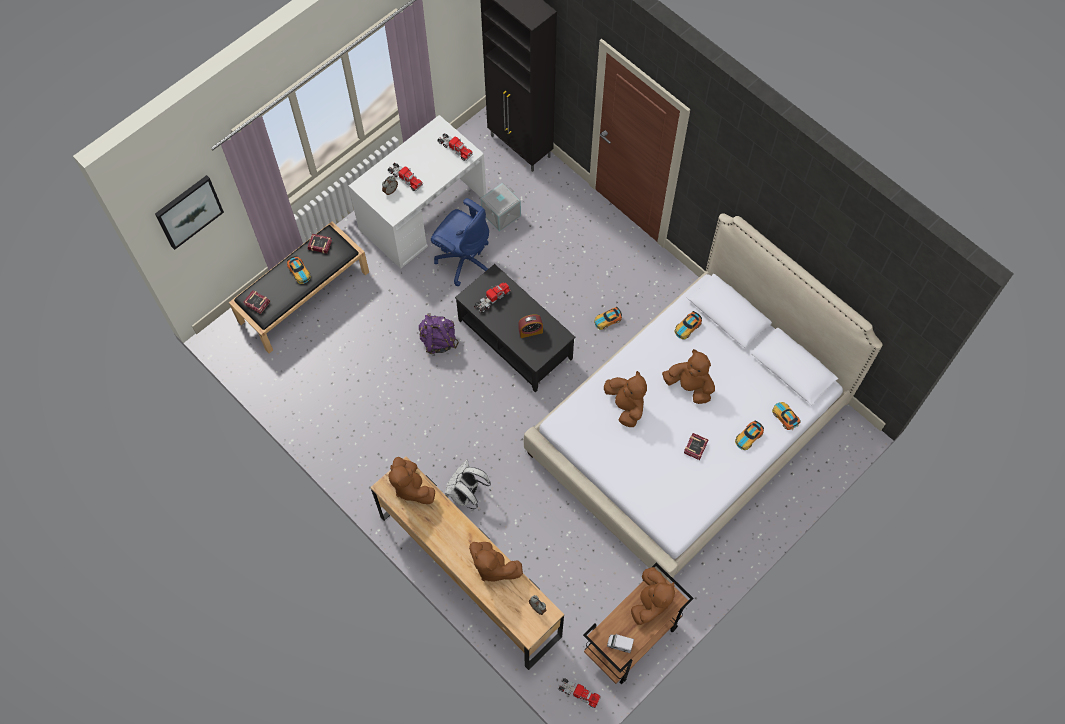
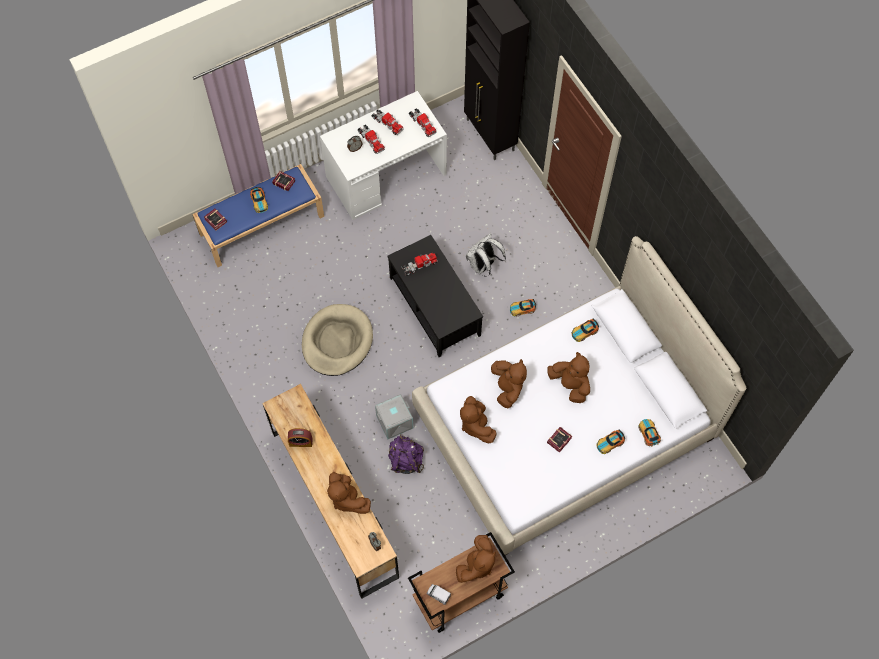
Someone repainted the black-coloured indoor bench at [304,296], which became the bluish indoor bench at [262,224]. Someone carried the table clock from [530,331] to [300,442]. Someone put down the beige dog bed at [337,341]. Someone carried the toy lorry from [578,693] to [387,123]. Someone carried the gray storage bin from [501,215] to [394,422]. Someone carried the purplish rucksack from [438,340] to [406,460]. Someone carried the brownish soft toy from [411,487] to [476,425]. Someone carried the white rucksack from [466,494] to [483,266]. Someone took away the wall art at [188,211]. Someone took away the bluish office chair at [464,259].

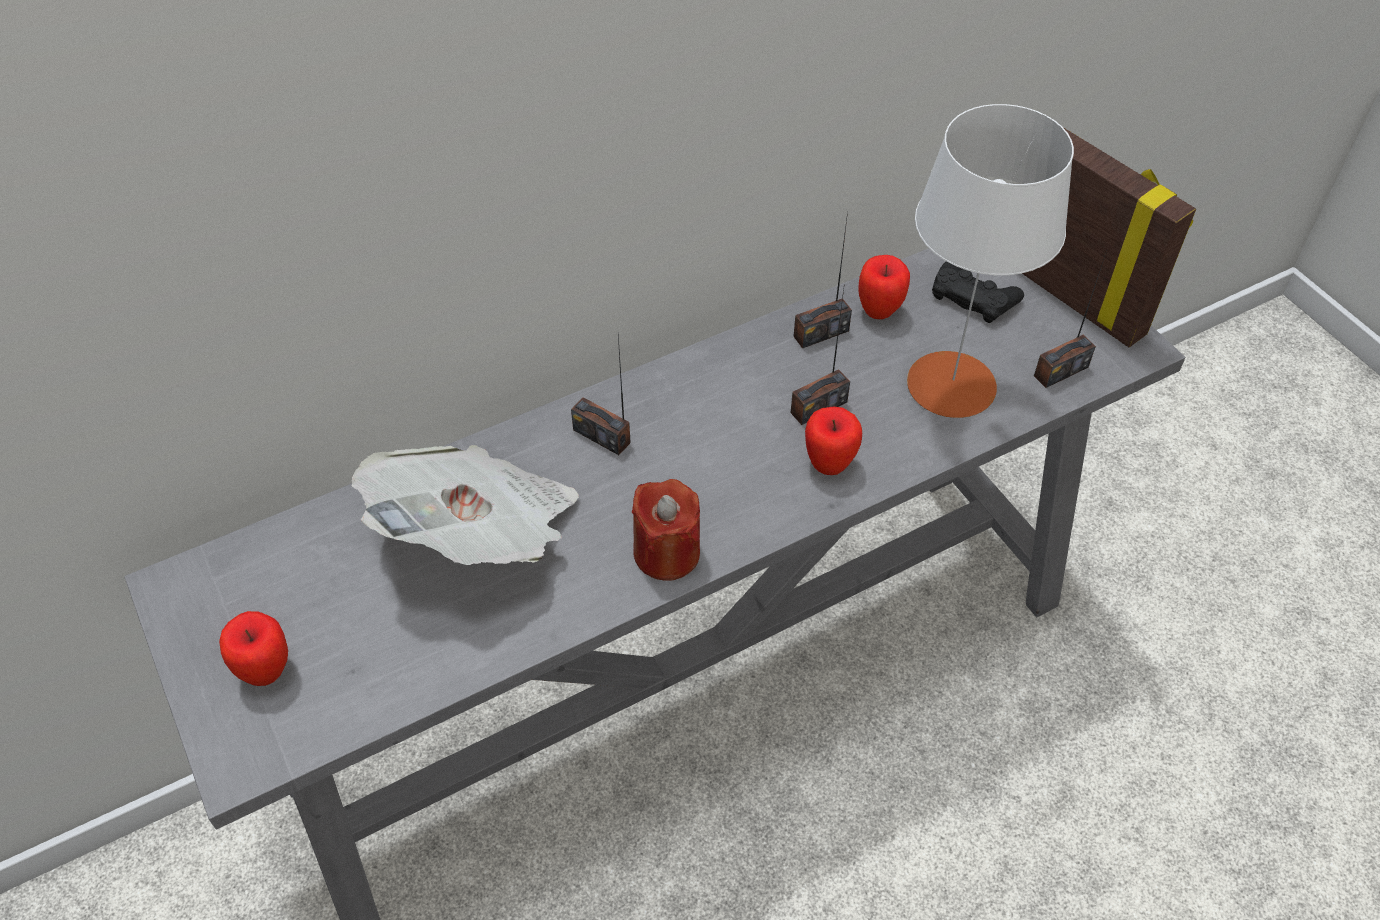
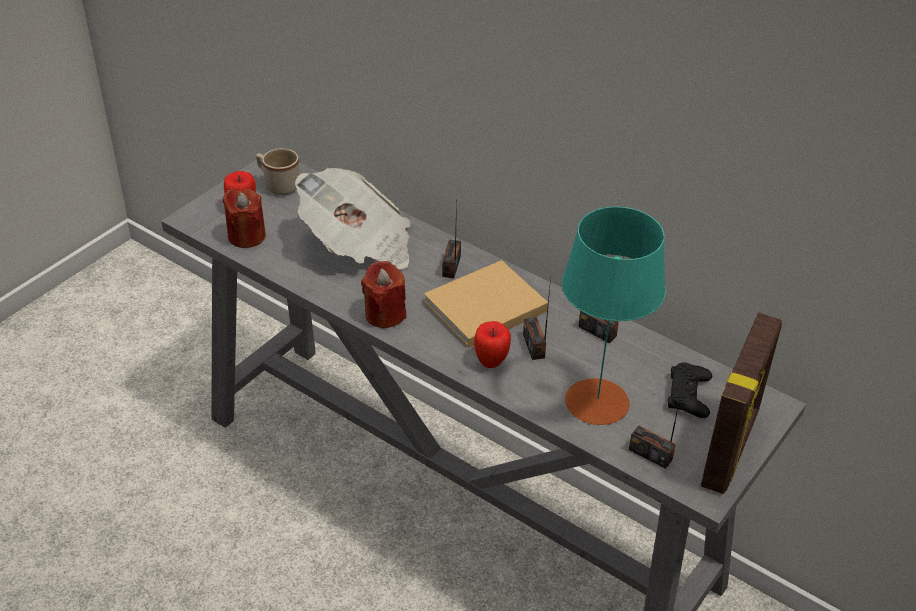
Someone put down the red-coloured wax candle at [246,236]. Someone put down the beige mug at [278,185]. Someone put down the beige bound book at [482,308]. Someone rotated the radio receiver at [818,407] by 45 degrees clockwise. Someone repainted the white tabletop lamp at [952,384], which became the blue-green tabletop lamp at [597,402]. Someone took away the apple at [879,311].

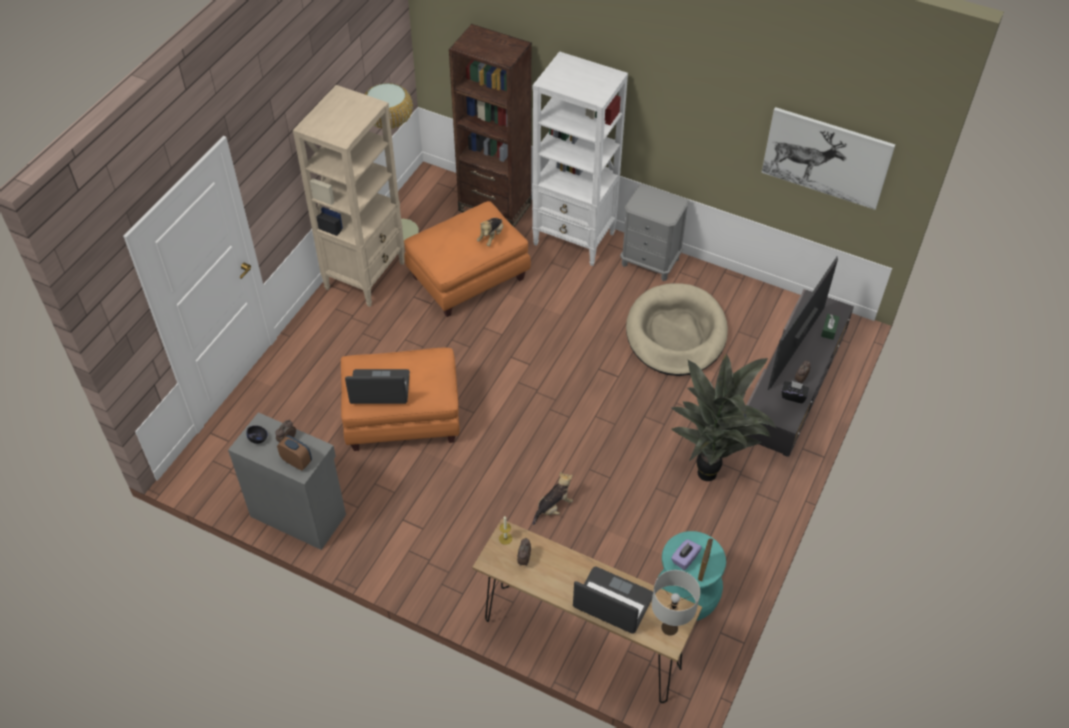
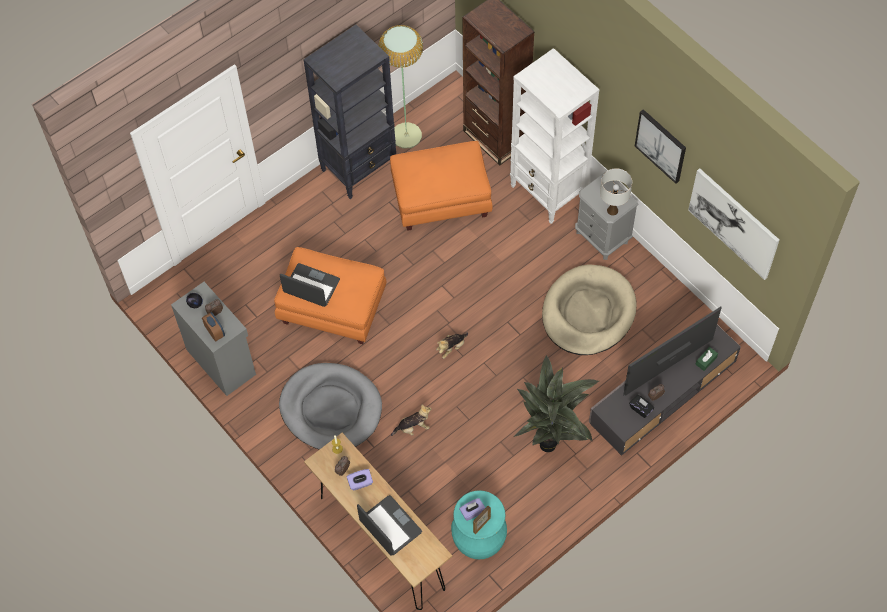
Someone put down the gray dog bed at [331,409]. Someone repainted the beige shelving unit at [366,275], which became the black-coloured shelving unit at [359,168]. Someone put down the purplish tissue holder at [360,483]. Someone carried the soft toy from [491,237] to [451,348]. Someone carried the white tabletop lamp from [669,628] to [612,210]. Someone put up the wall art at [661,145].

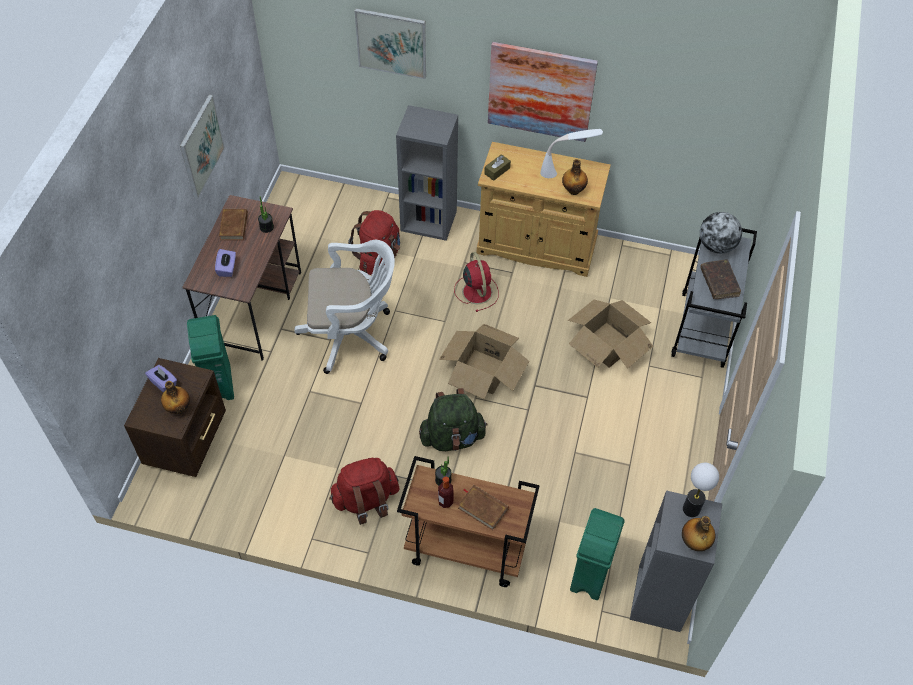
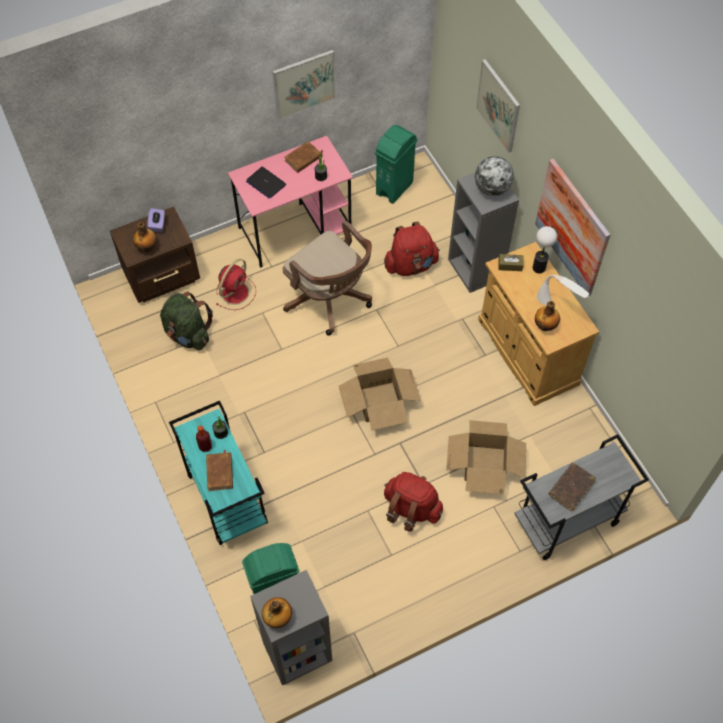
Someone carried the greenish rucksack from [452,437] to [188,334]. Someone repainted the brownish wheeled cart at [465,550], which became the blue-green wheeled cart at [226,498]. Someone carried the red-coloured electric fan from [476,291] to [236,292]. Someone repainted the brownish desk at [253,307], which became the pink desk at [295,229]. Someone swapped the purplish tissue holder at [227,268] for the notebook computer at [266,183]. Someone repainted the white office chair at [352,334], which became the brownish office chair at [330,300]. Someone carried the greenish rubbish bin from [219,383] to [395,188]. Someone carried the red-coloured rucksack from [366,500] to [411,508]. Someone carried the desk globe from [716,246] to [492,188]. Someone carried the tabletop lamp from [691,509] to [538,268].

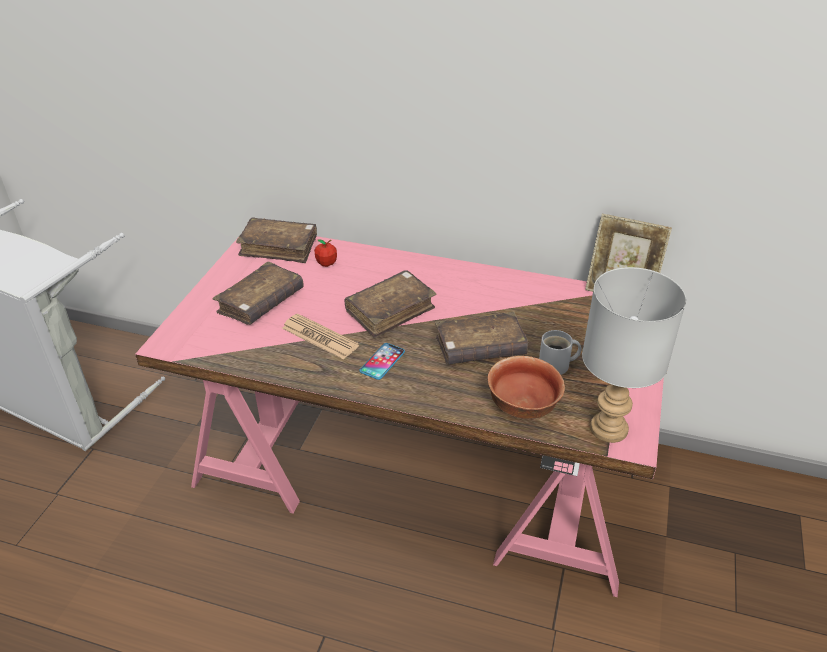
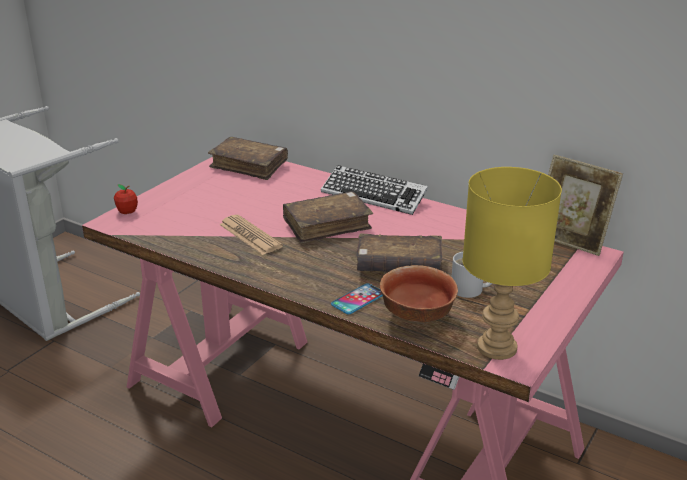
Someone carried the apple from [326,263] to [127,211]. Someone put down the computer keyboard at [373,196]. Someone carried the handset from [382,362] to [358,299]. Someone repainted the gray tabletop lamp at [607,429], which became the yellowish tabletop lamp at [495,348]. Someone took away the brownish bound book at [261,303].

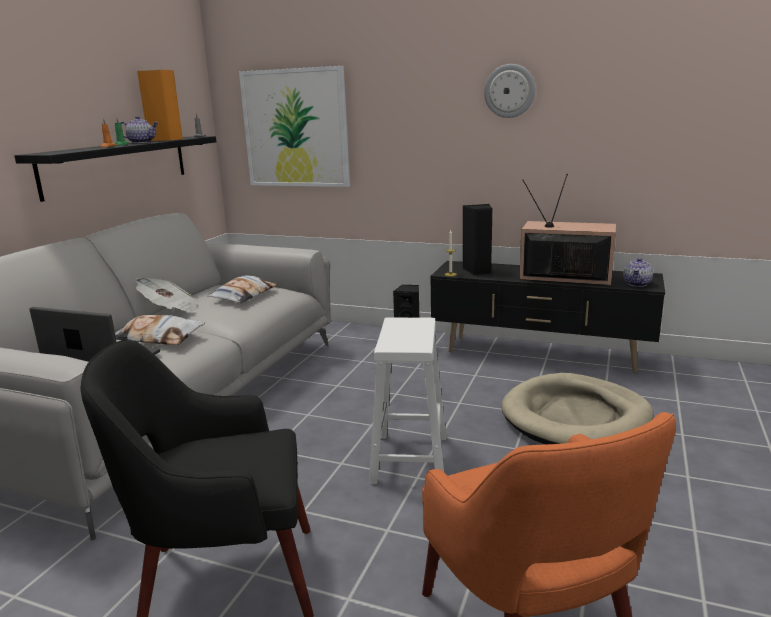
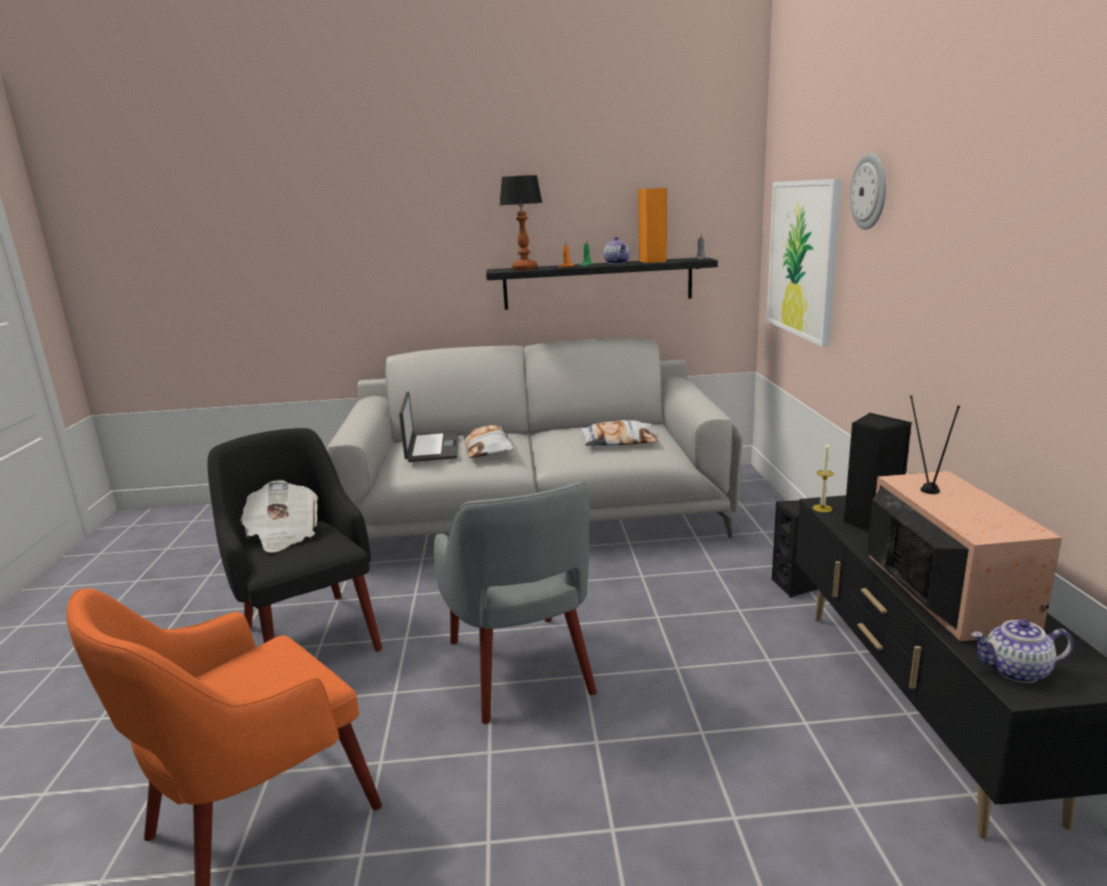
Someone carried the printed paper from [170,310] to [283,534]. Someone swapped the white sitting stool at [410,460] for the gray easy chair at [520,669]. Someone put down the tabletop lamp at [525,269]. Someone carried the wall clock from [509,91] to [870,191]. Someone took away the beige dog bed at [576,417].

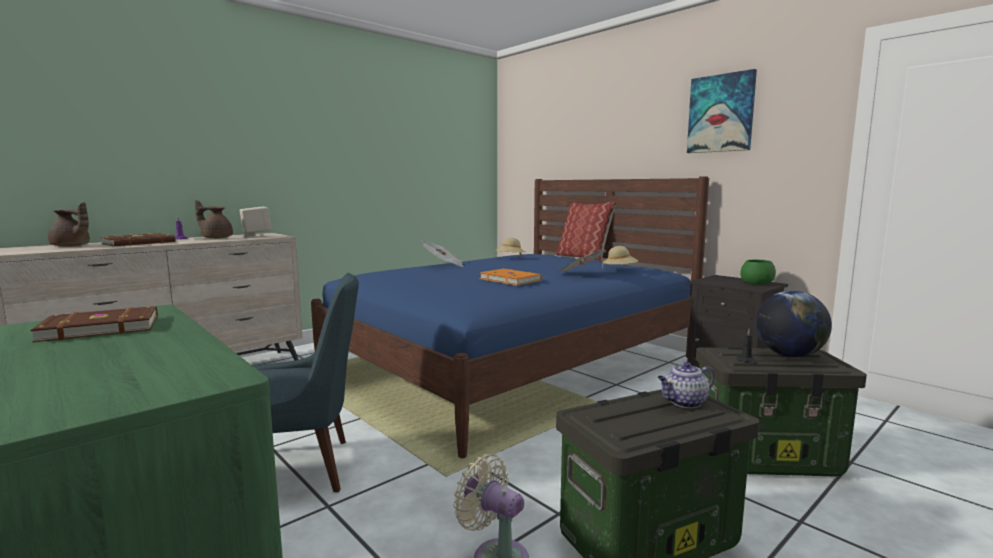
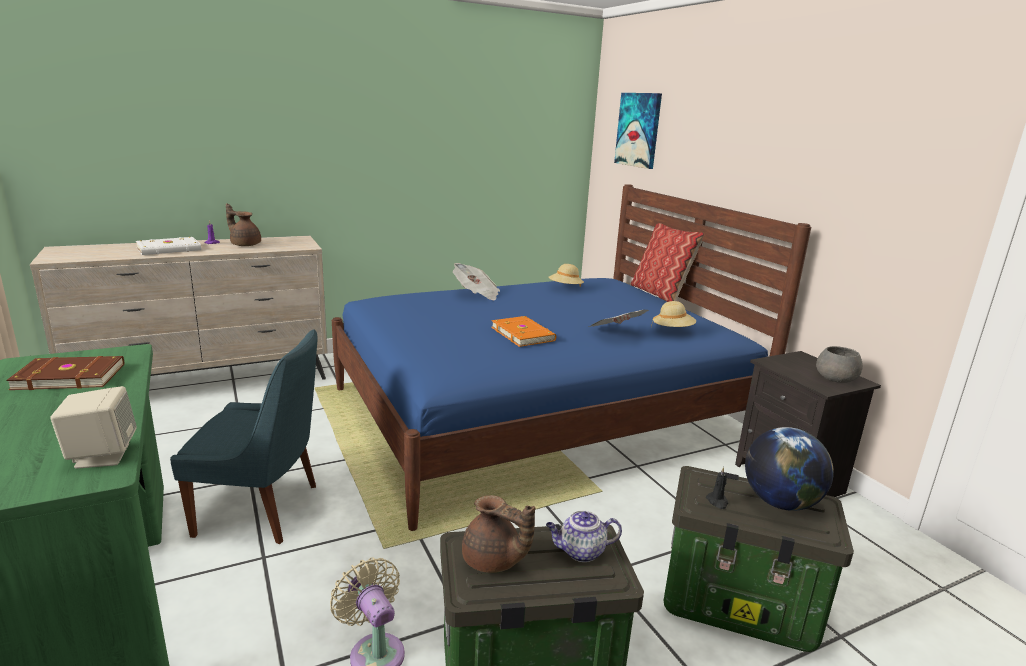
Someone carried the beige loudspeaker from [256,236] to [102,455]. Someone repainted the brownish bound book at [140,243], which became the white bound book at [169,249]. Someone carried the brownish teapot from [71,246] to [493,561]. Someone carried the wall art from [721,113] to [638,130]. Someone repainted the greenish deep dish at [757,283], which became the gray deep dish at [836,378].

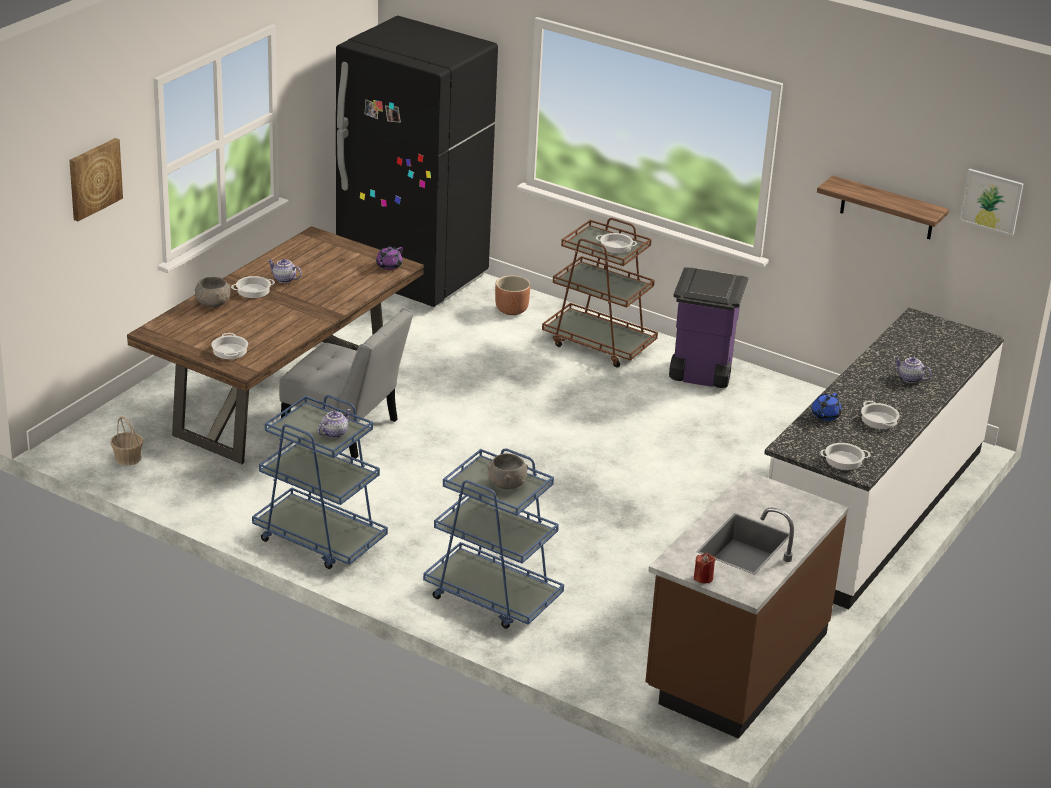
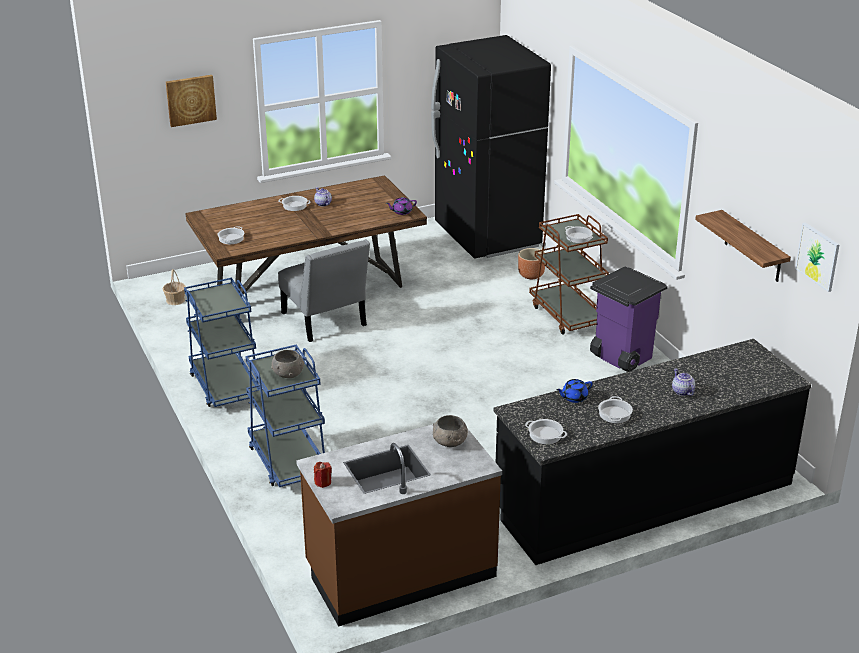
Someone carried the gray deep dish from [213,303] to [450,442]. Someone repainted the white kitchen base unit at [871,508], which became the black-coloured kitchen base unit at [643,497]. Someone took away the teapot at [334,433].

